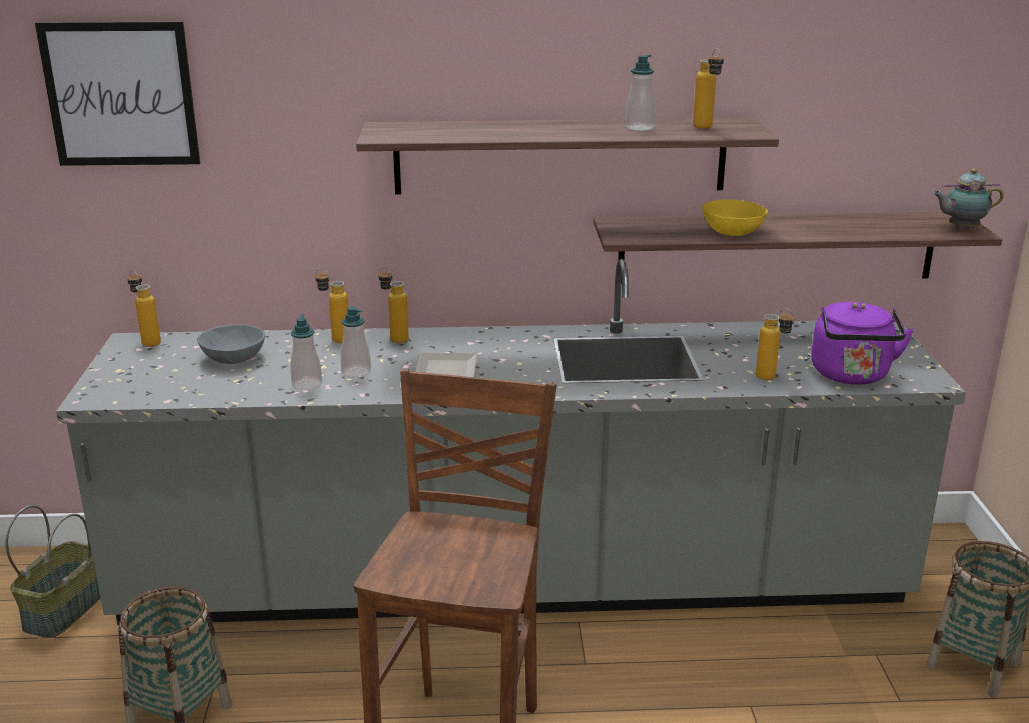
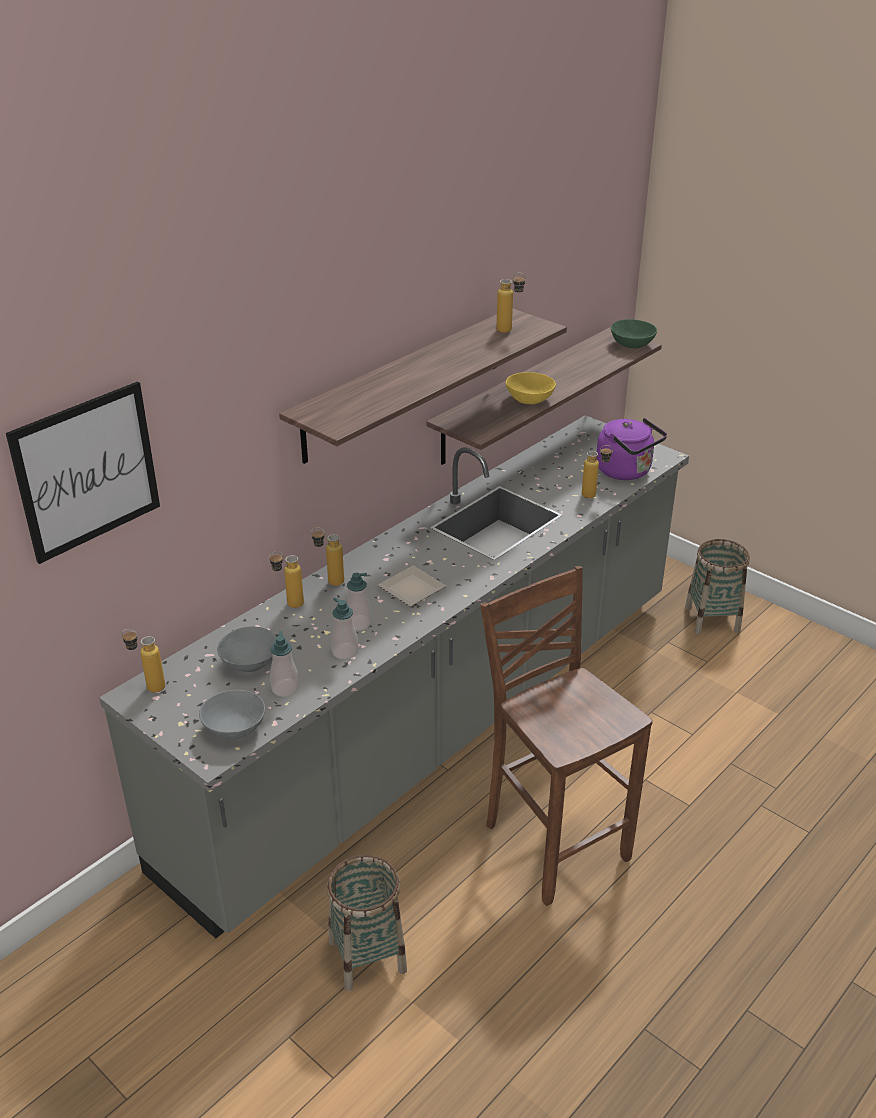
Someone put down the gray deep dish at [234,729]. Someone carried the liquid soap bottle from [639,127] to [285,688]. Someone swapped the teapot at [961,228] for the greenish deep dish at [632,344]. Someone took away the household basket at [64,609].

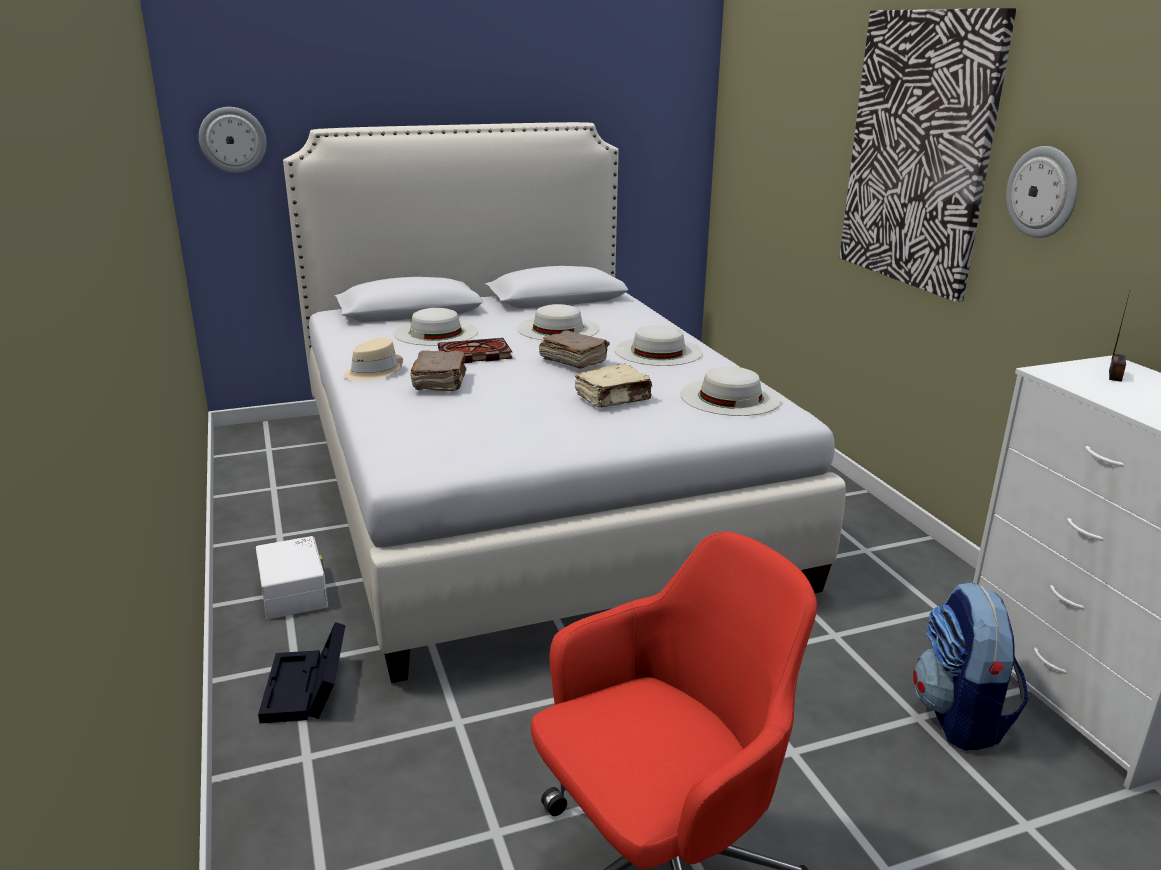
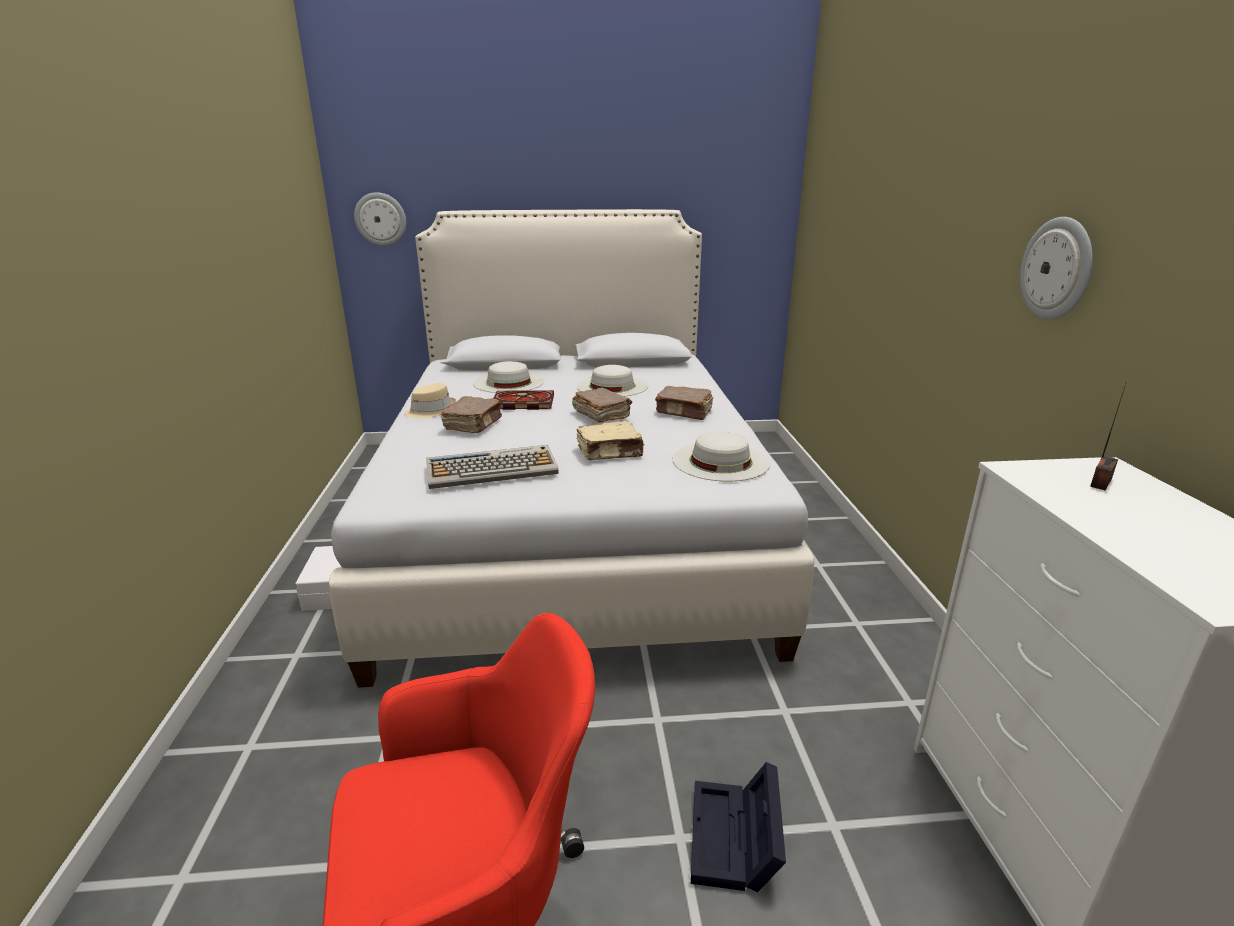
Someone put down the computer keyboard at [493,469]. Someone swapped the white wearable hat at [658,351] for the brownish bound book at [684,412]. Someone carried the black-coloured storage bin from [306,690] to [735,841]. Someone took away the wall art at [919,151]. Someone took away the rucksack at [960,717].

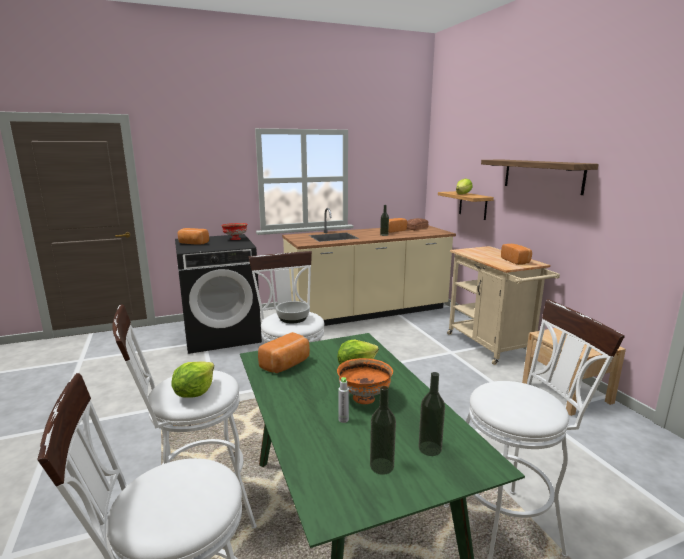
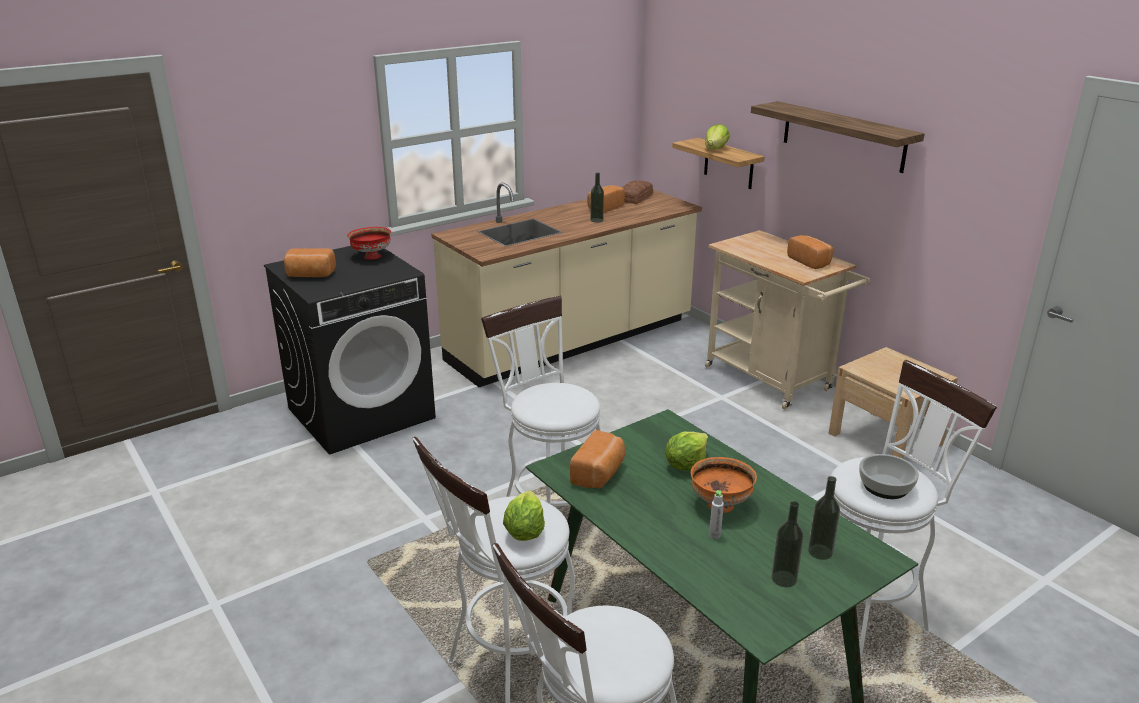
Someone carried the deep dish from [292,318] to [884,486].

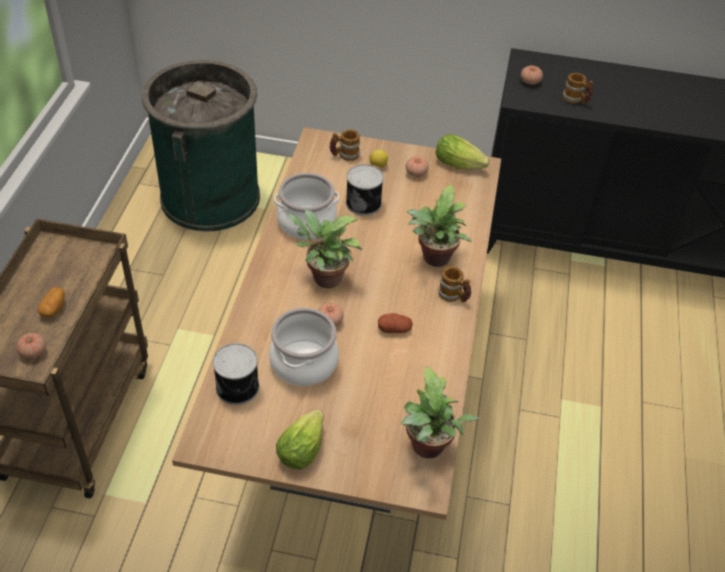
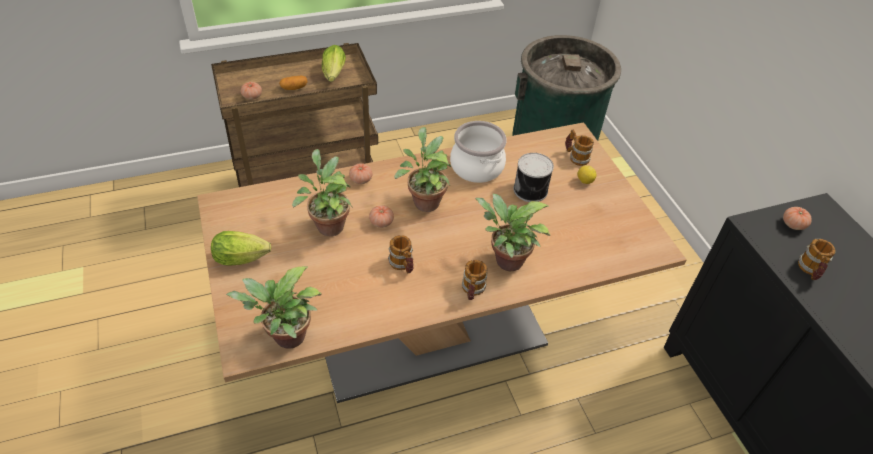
Someone swapped the saucepot at [303,362] for the plant in a pot at [328,224]. Someone carried the lettuce head from [461,165] to [333,75]. Someone carried the whole tomato from [416,173] to [361,179]. Someone swapped the spud at [394,329] for the mug at [403,265]. Someone took away the can at [238,387].

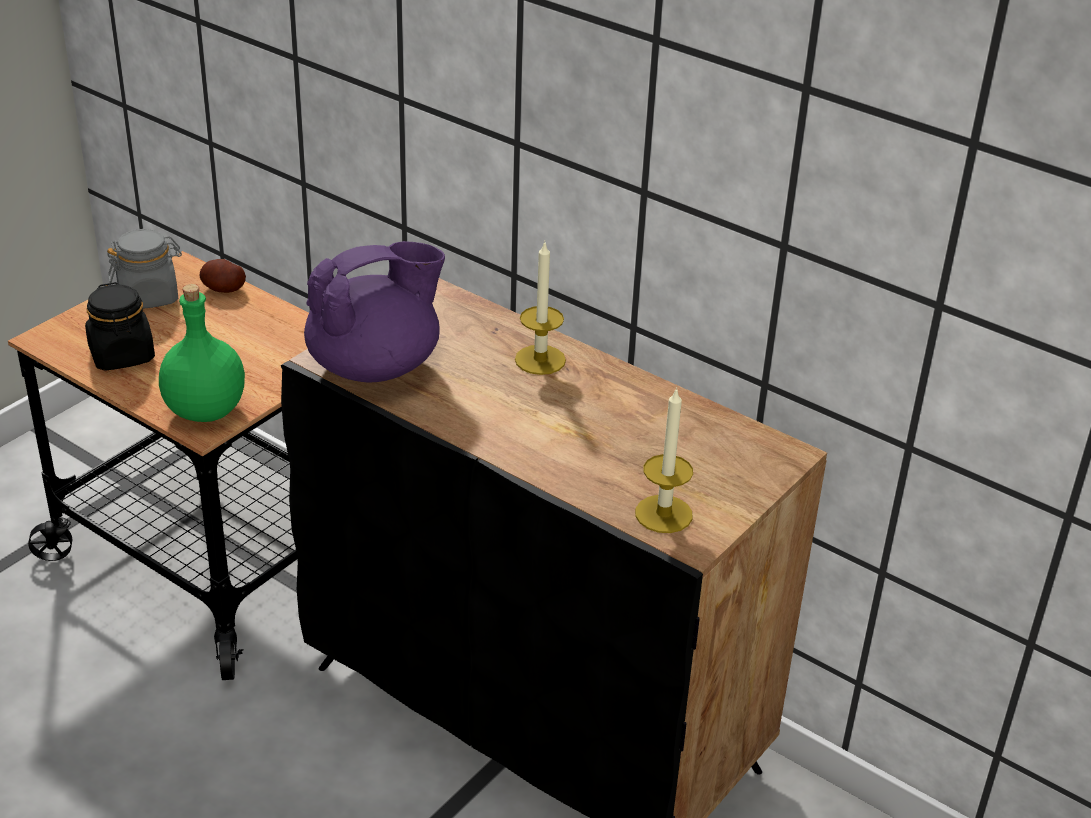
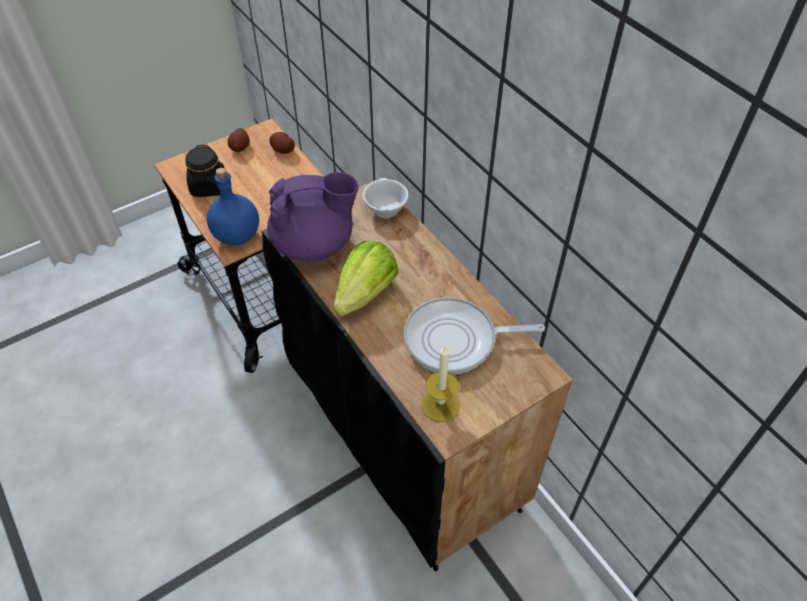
Someone repainted the greenish beverage bottle at [204,410], which became the bluish beverage bottle at [236,235]. Someone swapped the gray jar at [149,296] for the spud at [240,147]. Someone put down the lettuce head at [366,293]. Someone put down the white cup at [384,207]. Someone put down the pan at [456,340]. Someone took away the wax candle at [540,360].

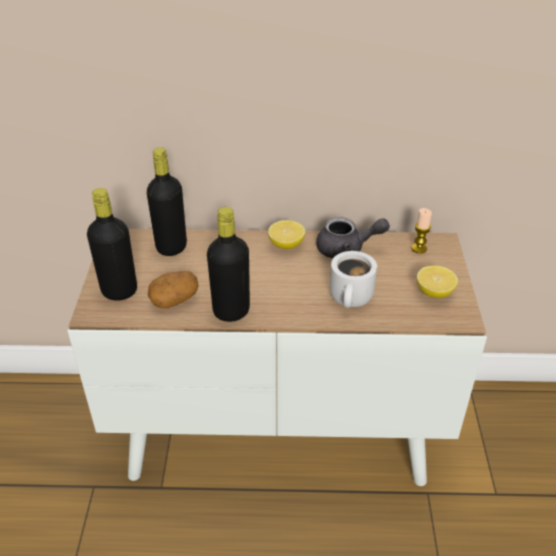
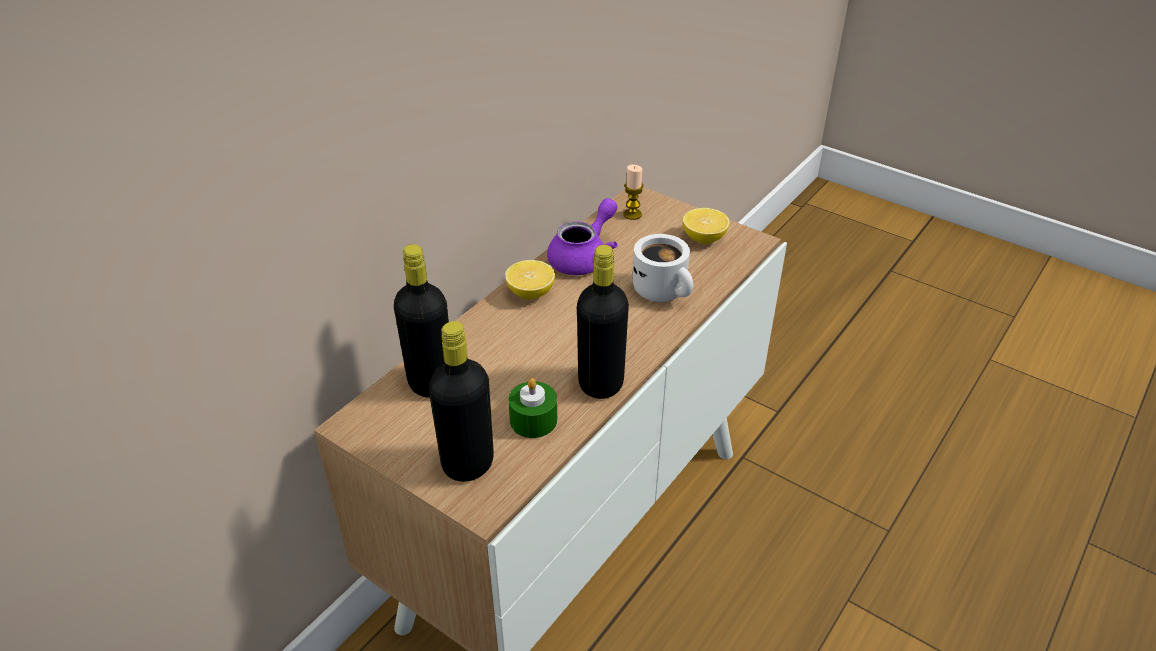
Someone swapped the spud at [174,299] for the greenish wax candle at [533,420]. Someone repainted the gray teapot at [347,249], which became the purplish teapot at [584,257].

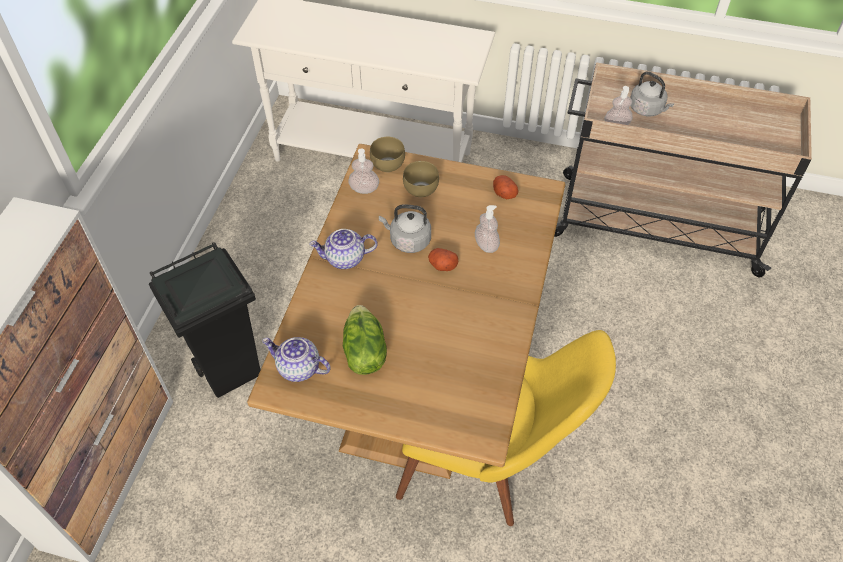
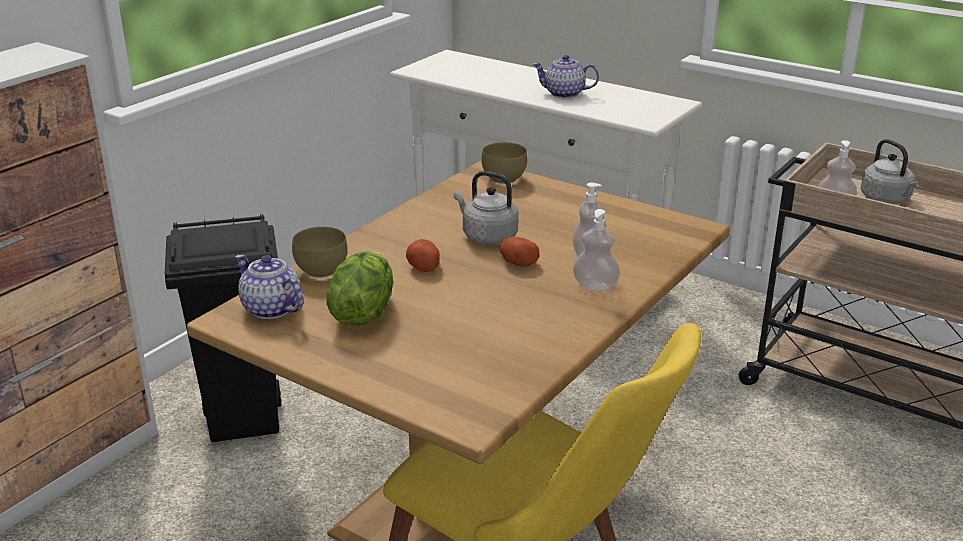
Someone carried the brownish deep dish from [420,191] to [320,271]. Someone carried the spud from [503,192] to [423,266]. Someone carried the teapot from [345,259] to [564,94]. Someone carried the liquid soap bottle from [364,189] to [595,286].

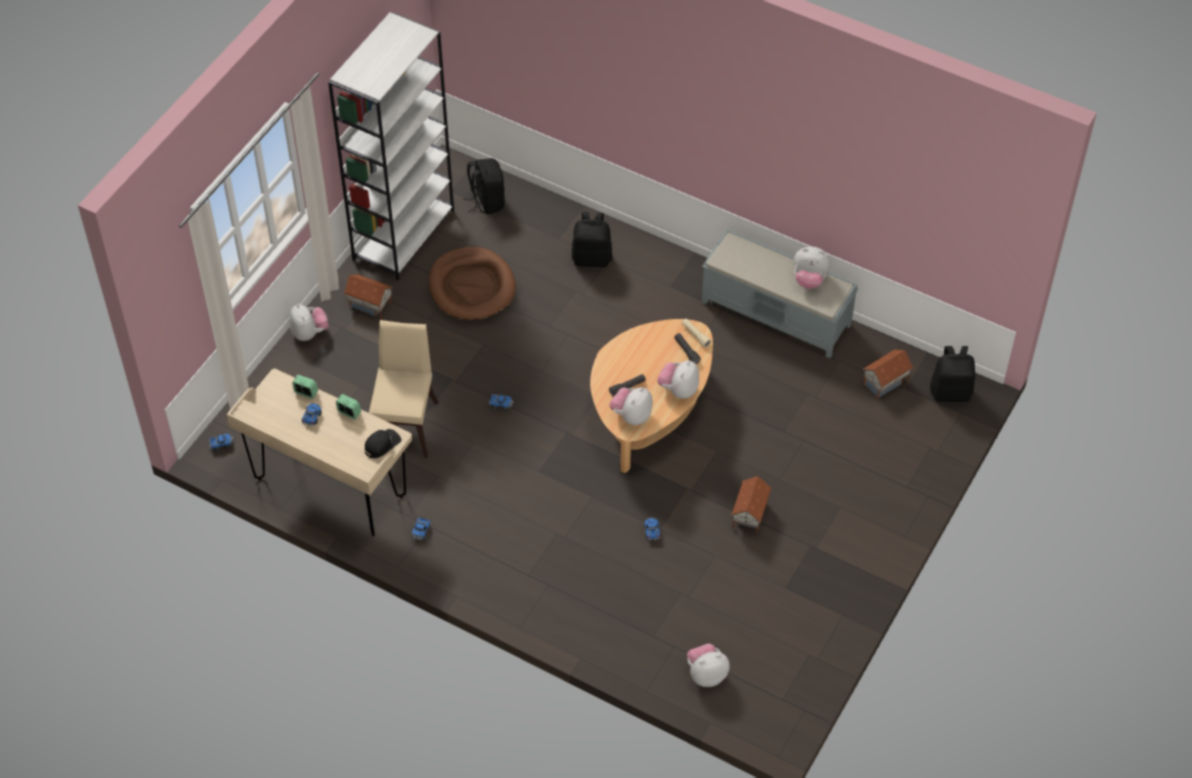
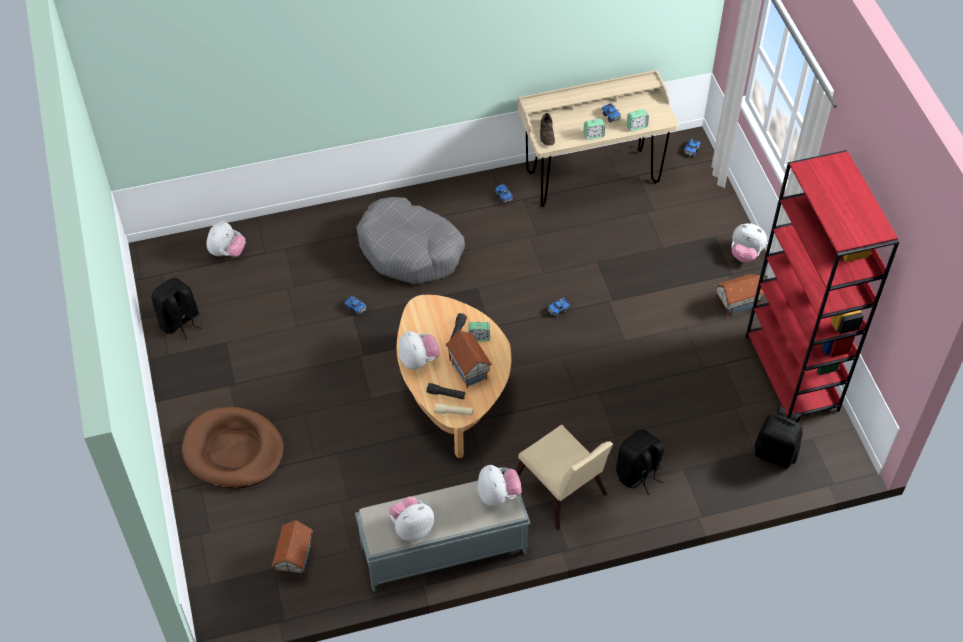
Someone carried the black-coloured rucksack from [951,392] to [180,322]. Someone carried the brownish dog bed from [472,287] to [233,451]. Someone put down the gray dog bed at [410,250]. Someone carried the miniature house from [749,515] to [469,368]. Someone put down the table clock at [479,337]. Someone carried the soft toy from [631,416] to [498,495]. Someone carried the beige upright chair from [404,421] to [562,493]. Someone swapped the black-coloured baseball cap at [382,444] for the brownish shoe at [547,134]. Someone repainted the white shelving unit at [403,234], which became the red-coloured shelving unit at [792,373].

